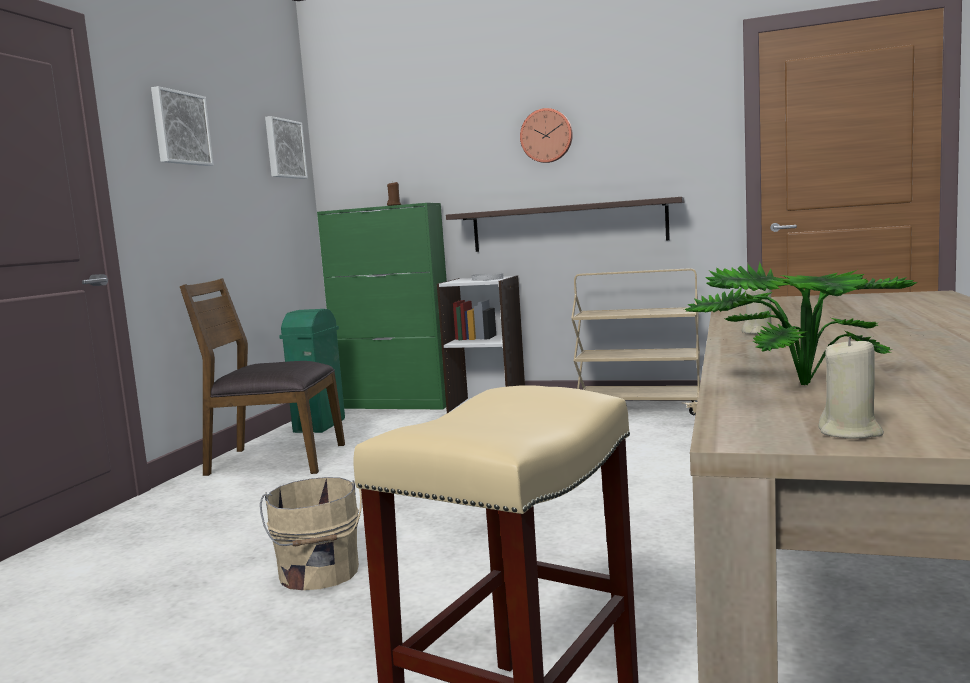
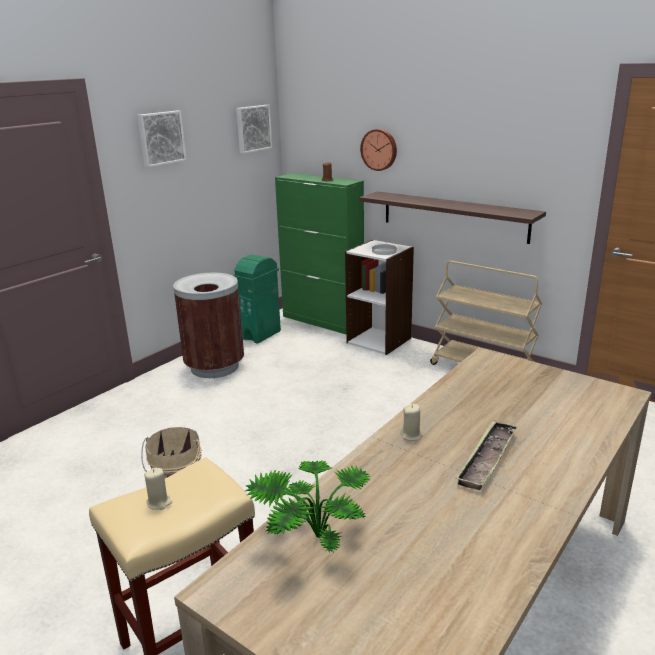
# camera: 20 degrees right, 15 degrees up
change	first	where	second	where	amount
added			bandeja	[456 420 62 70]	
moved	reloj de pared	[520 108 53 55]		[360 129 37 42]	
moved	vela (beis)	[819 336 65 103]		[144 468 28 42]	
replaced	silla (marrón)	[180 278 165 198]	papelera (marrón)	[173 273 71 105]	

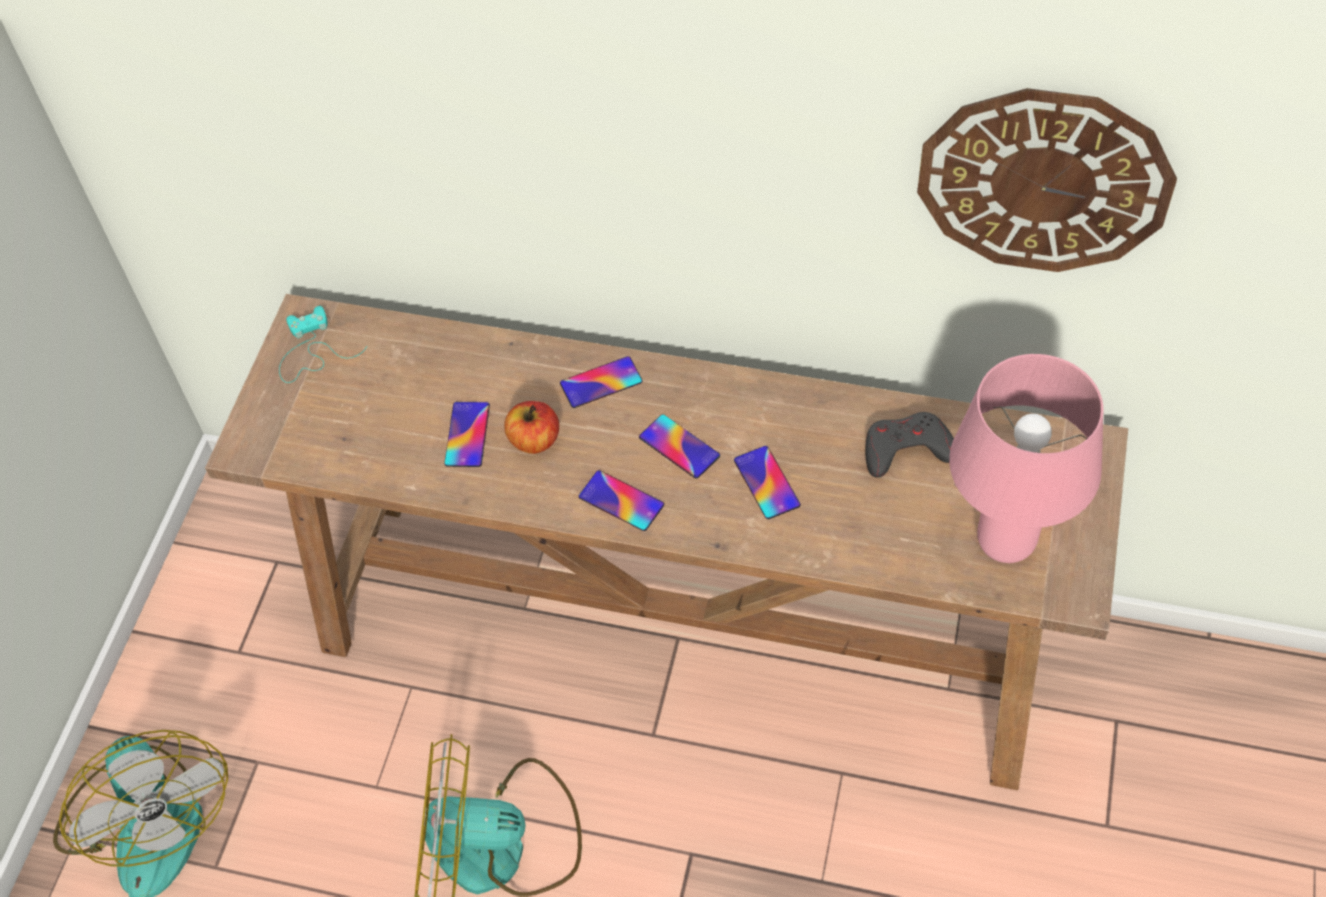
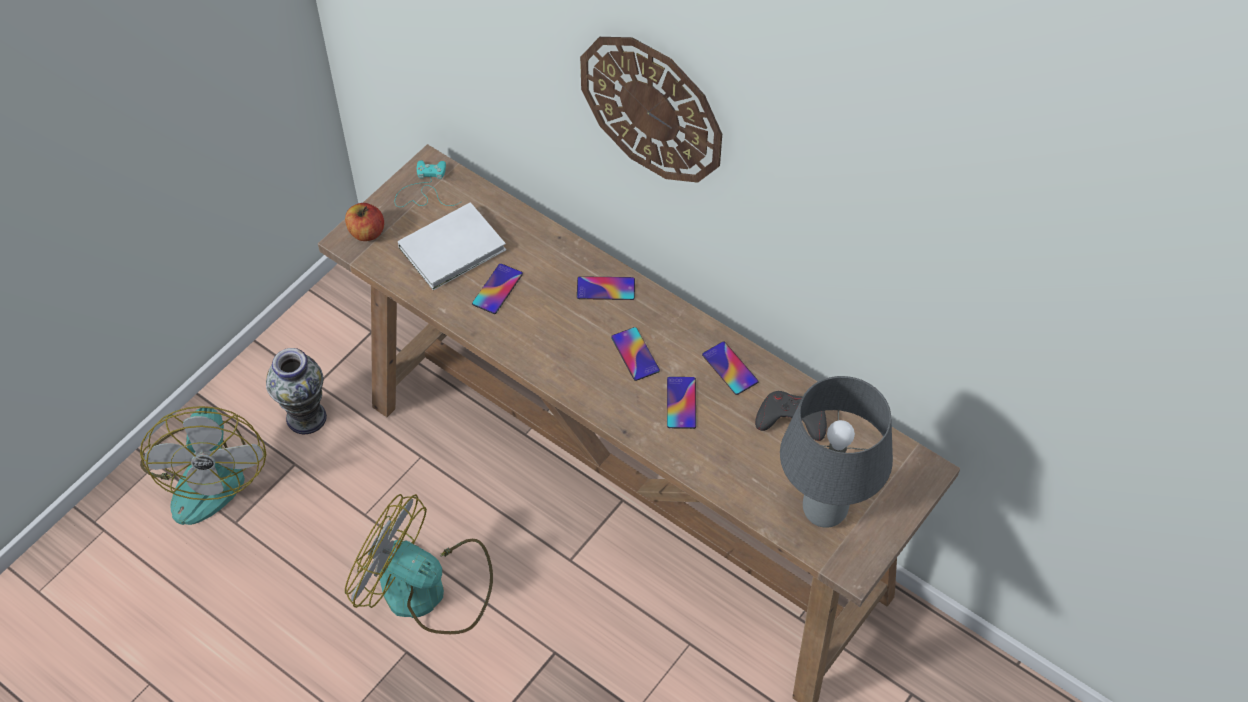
# camera: 20 degrees right, 0 degrees up
change	first	where	second	where	amount
added			florero	[266 348 61 86]	
added			libro (blanco)	[398 202 108 88]	
moved	manzana	[504 401 55 53]		[345 203 39 38]	
moved	móvil	[579 470 85 61]		[702 342 57 53]	
moved	reloj de pared	[917 88 260 184]		[580 37 142 146]	
recoloured	lámpara de mesa (rosa)	[949 354 155 209]	lámpara de mesa (gris)	[780 376 113 152]	

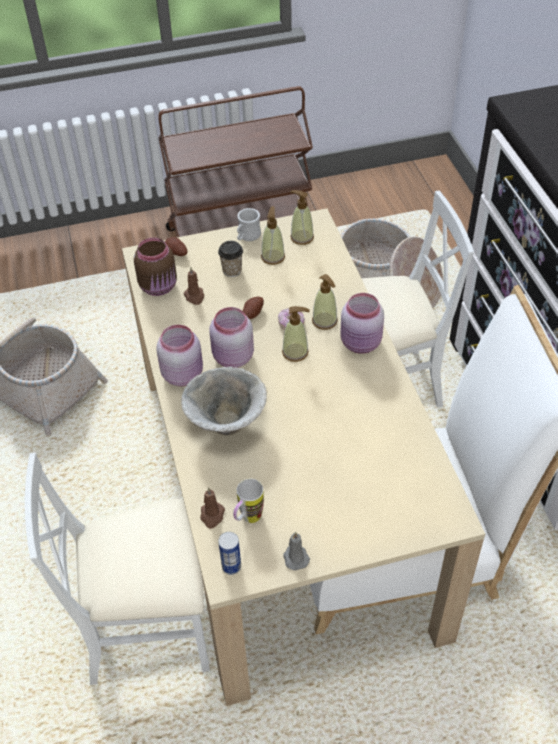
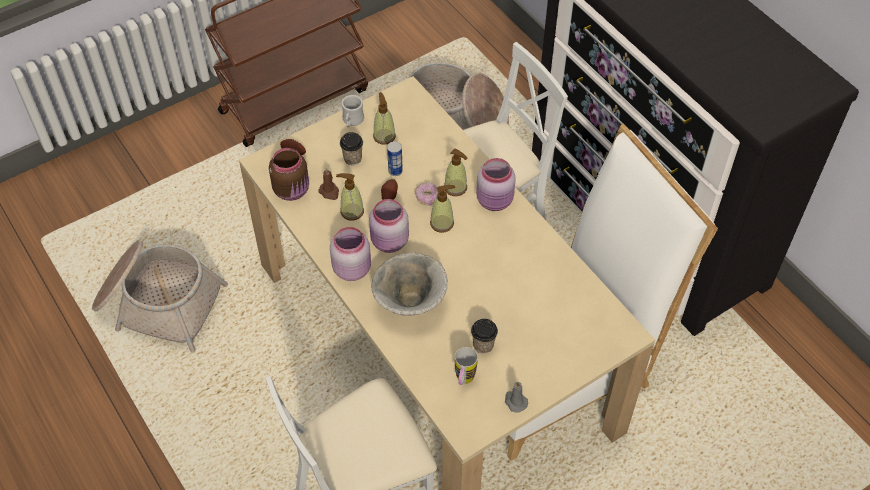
# camera: 20 degrees left, 5 degrees up
change	first	where	second	where	amount
removed	vela (marrón)	[201 488 24 41]			
added			taza	[471 319 27 35]	
moved	lata	[218 532 23 43]		[387 141 16 35]	
moved	dispensador de jabón	[290 190 24 55]		[336 173 28 48]	

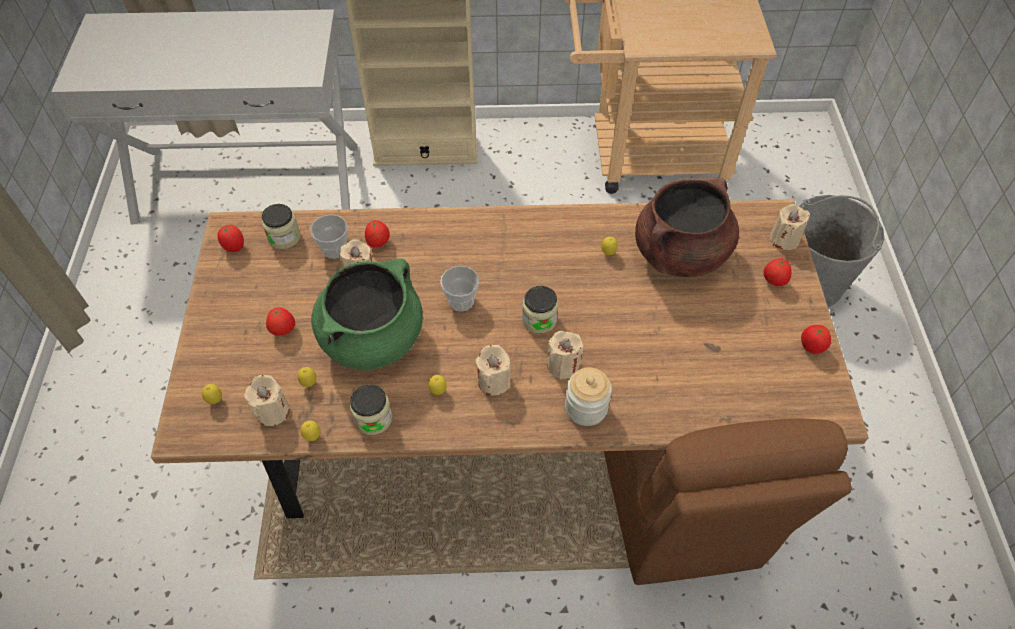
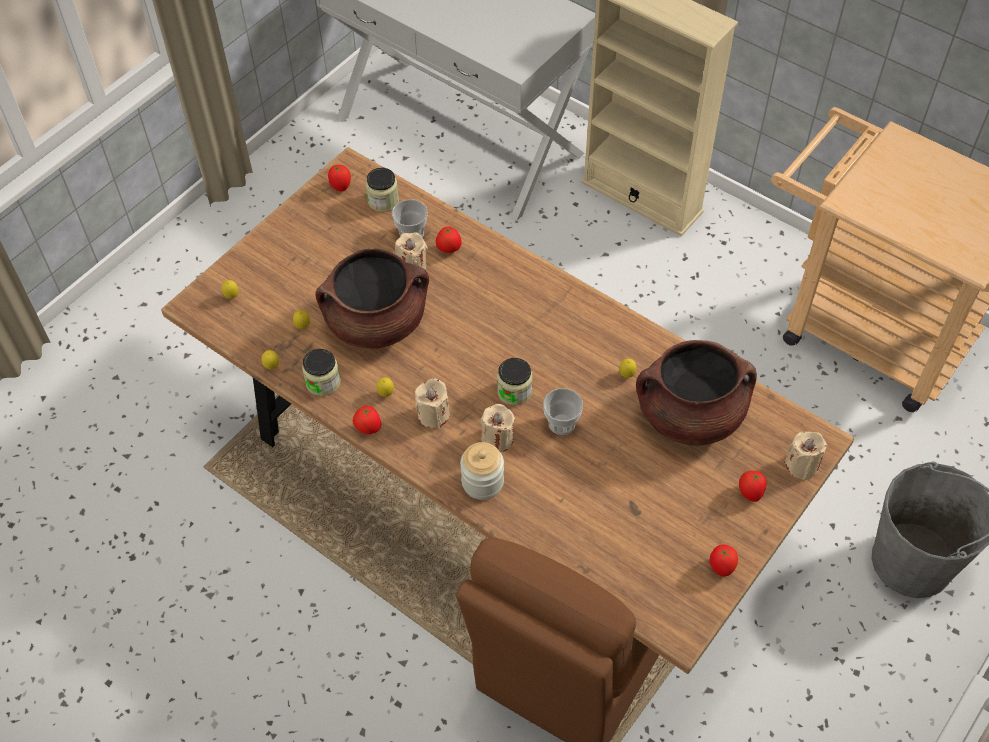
# camera: 40 degrees right, 0 degrees up
change	first	where	second	where	amount
removed	vela (beis)	[244 375 46 51]			
moved	tomate	[266 307 29 29]		[353 406 28 28]	
moved	taza	[440 266 39 46]		[543 388 40 47]	
recoloured	olla (verde)	[311 259 112 111]	olla (marrón)	[316 248 113 101]	

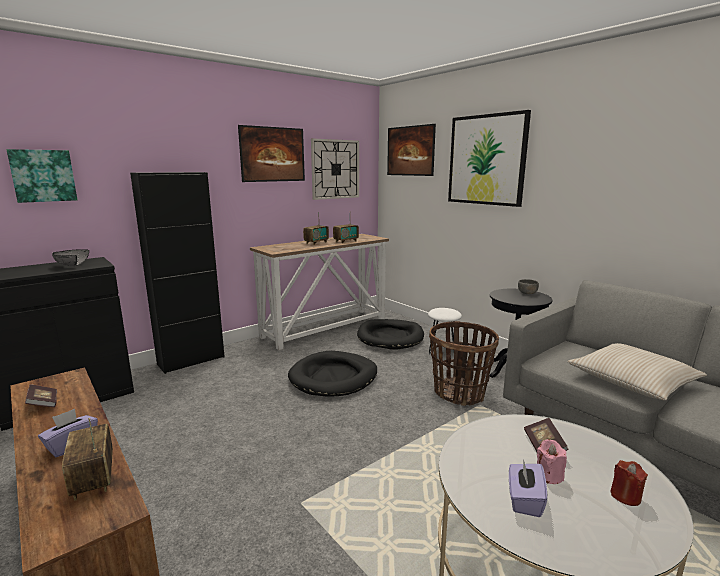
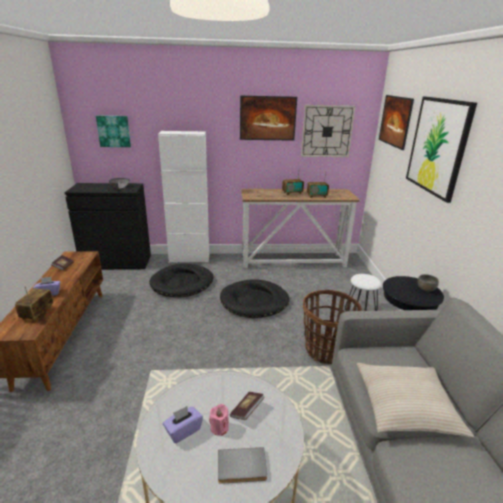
# camera: 35 degrees right, 10 degrees up
change	first	where	second	where	amount
moved	cama para perro (negro)	[357 319 67 31]		[149 263 65 34]	
replaced	vela (rojo)	[611 460 37 46]	libro (gris)	[218 447 49 37]	
recoloured	armario (negro)	[130 172 95 202]	armario (blanco)	[158 131 51 132]	

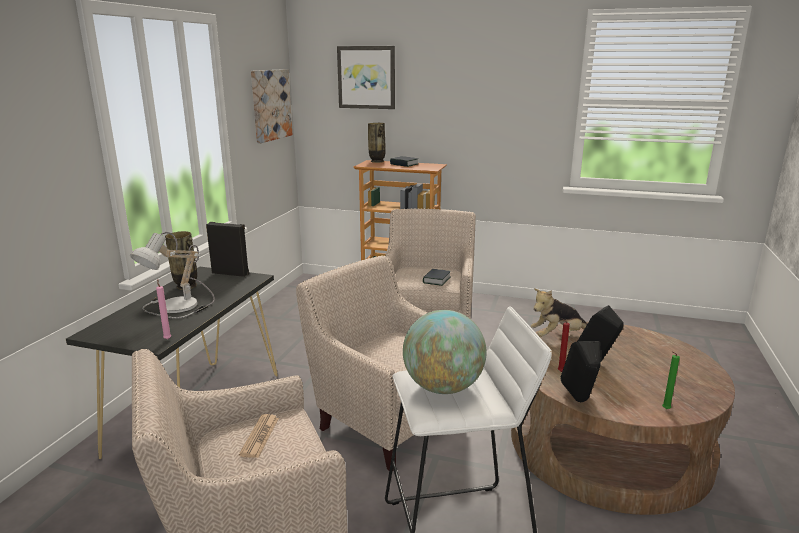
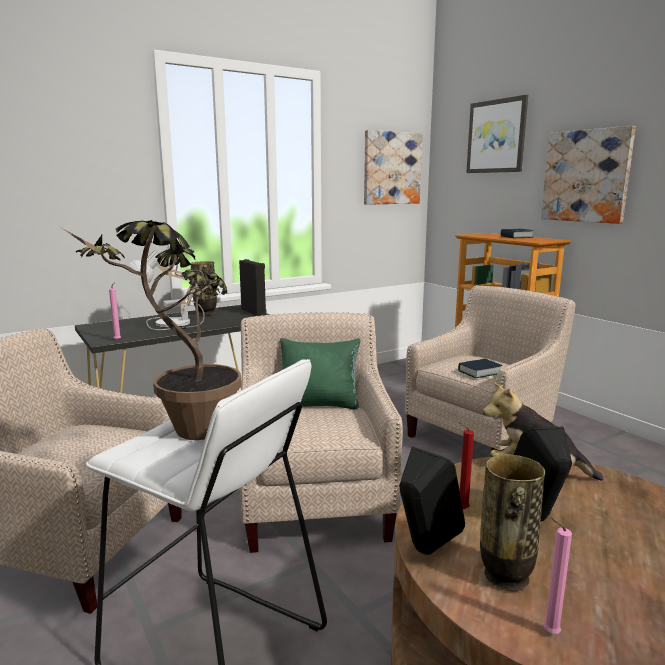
# camera: 40 degrees right, 5 degrees down
change	first	where	second	where	amount
removed	periódico	[239 414 40 44]			
added			cojín (verde)	[280 338 81 71]	
added			cuadro	[541 126 95 98]	
moved	florero	[368 123 18 40]		[480 454 65 138]	
replaced	globo terráqueo	[403 310 83 84]	planta en maceta	[62 220 180 220]	
recoloured	vela (verde)	[662 352 18 57]	vela (rosa)	[544 517 28 117]	

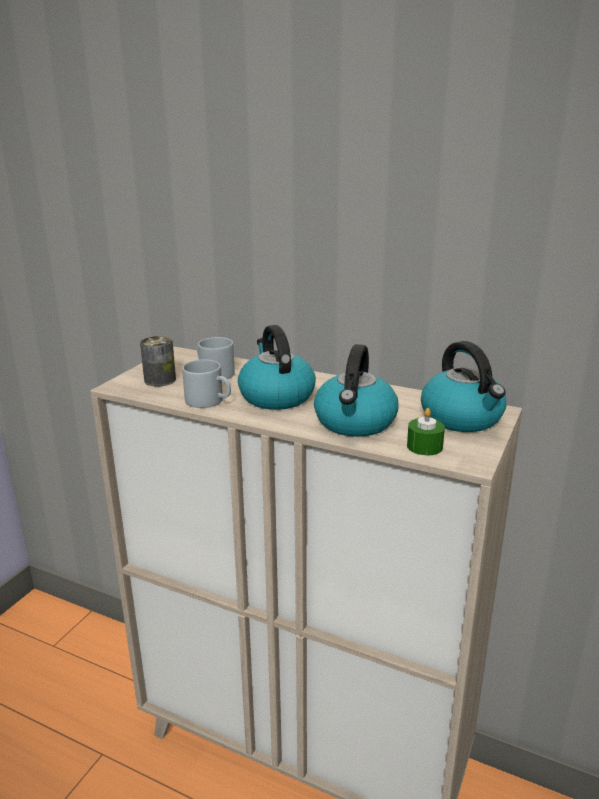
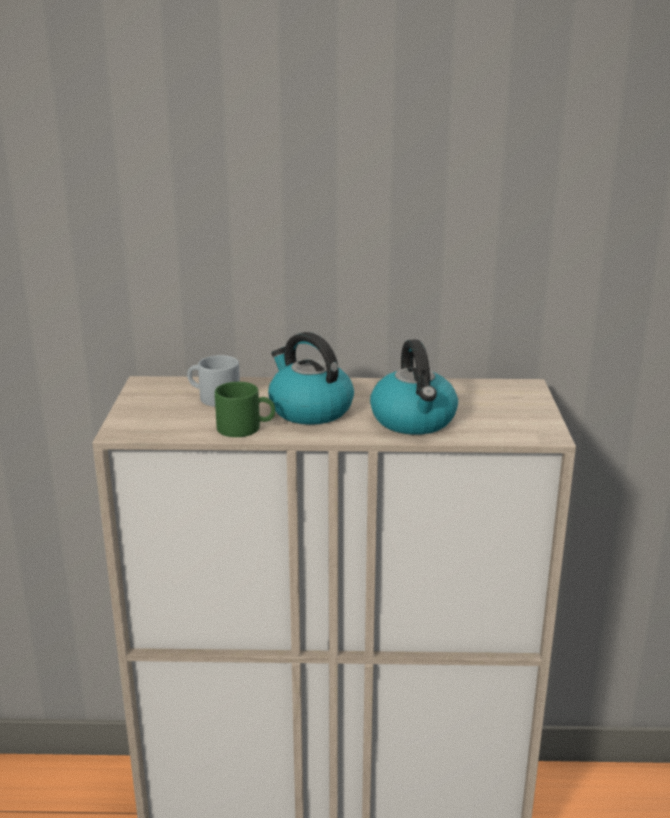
# camera: 25 degrees left, 0 degrees up
change	first	where	second	where	amount
removed	lata	[140 336 36 51]			
removed	vela (verde)	[407 408 38 47]			
removed	hervidor	[421 341 86 91]			
recoloured	taza grande (gris)	[182 359 49 49]	taza grande (verde)	[215 382 60 55]	

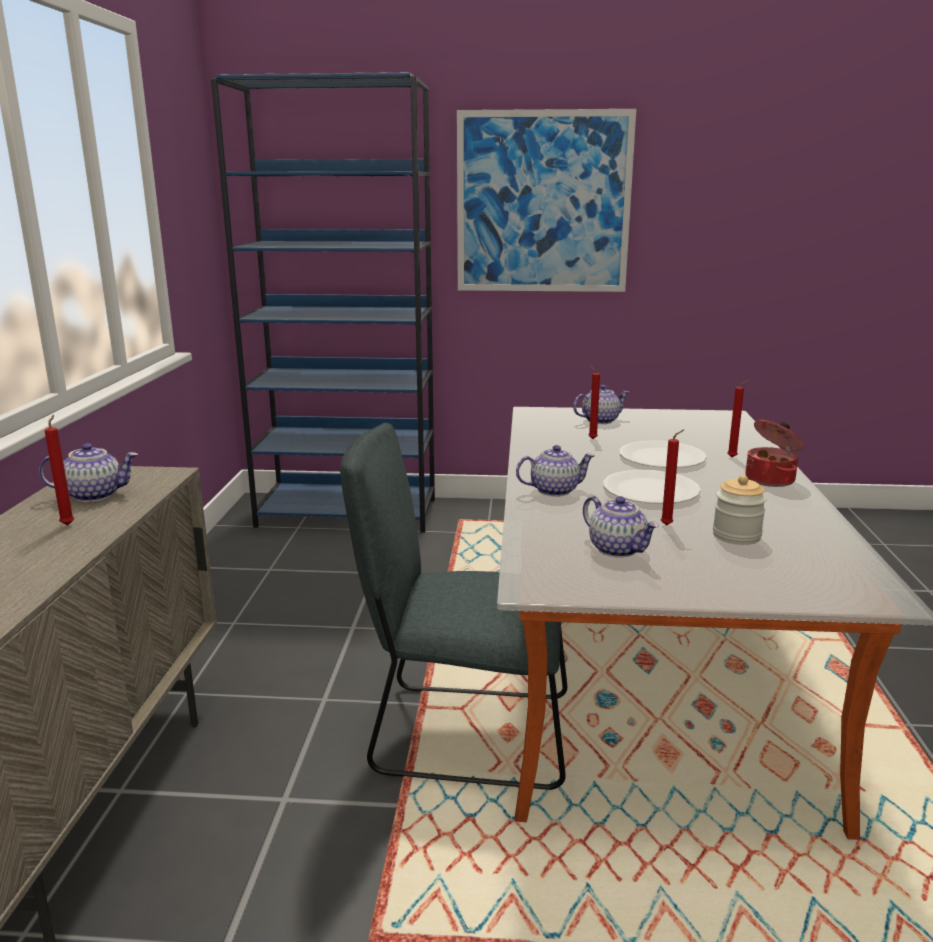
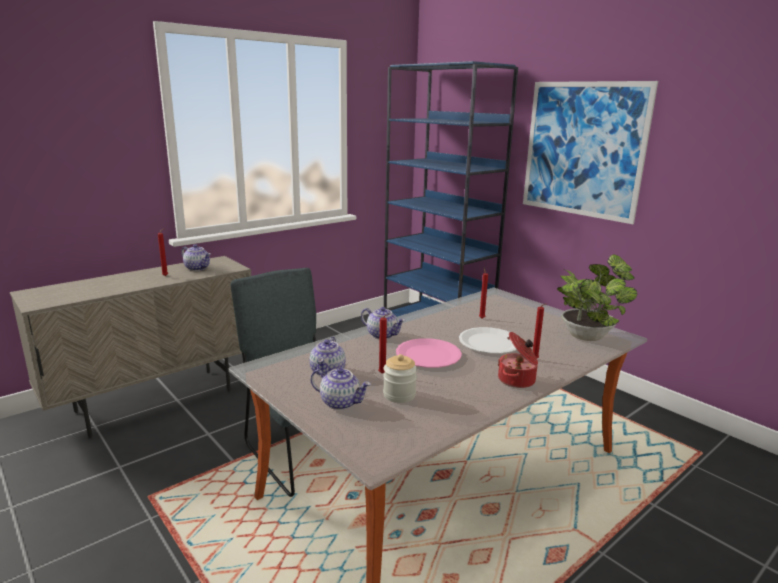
# camera: 45 degrees right, 0 degrees up
change	first	where	second	where	amount
added			planta en maceta	[557 254 80 87]	
moved	tetera	[573 385 56 39]		[310 368 61 42]	
recoloured	plato (blanco)	[603 470 98 34]	plato (rosa)	[396 338 66 30]	

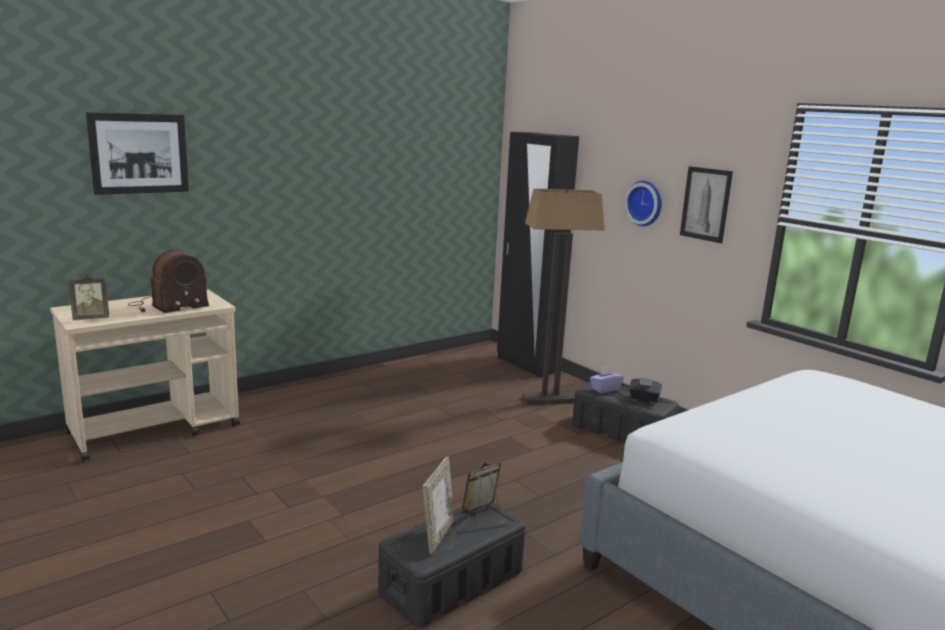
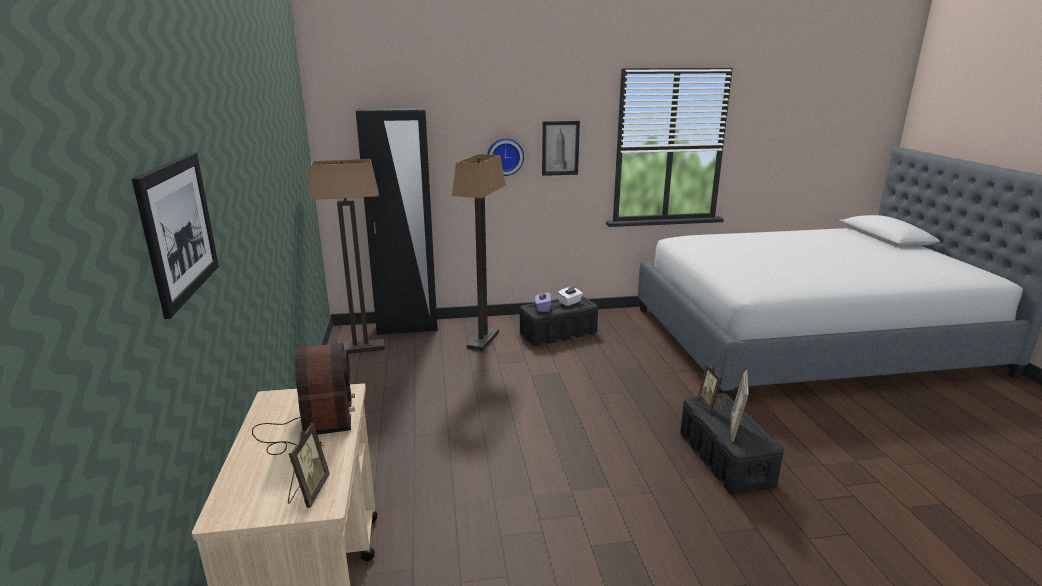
# camera: 60 degrees left, 5 degrees up
change	first	where	second	where	amount
added			lámpara de pie	[309 159 76 195]	
recoloured	caja de pañuelos (negro)	[629 377 33 27]	caja de pañuelos (blanco)	[558 286 25 20]	
turned	portarretratos	[423 457 31 97]		[731 370 18 72]	120 degrees counterclockwise

